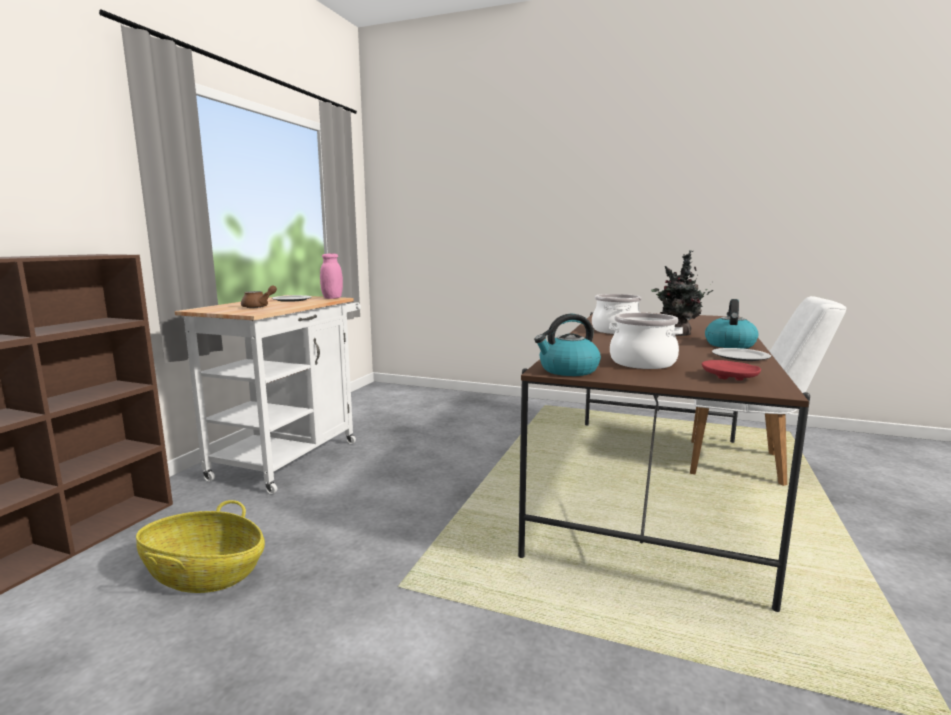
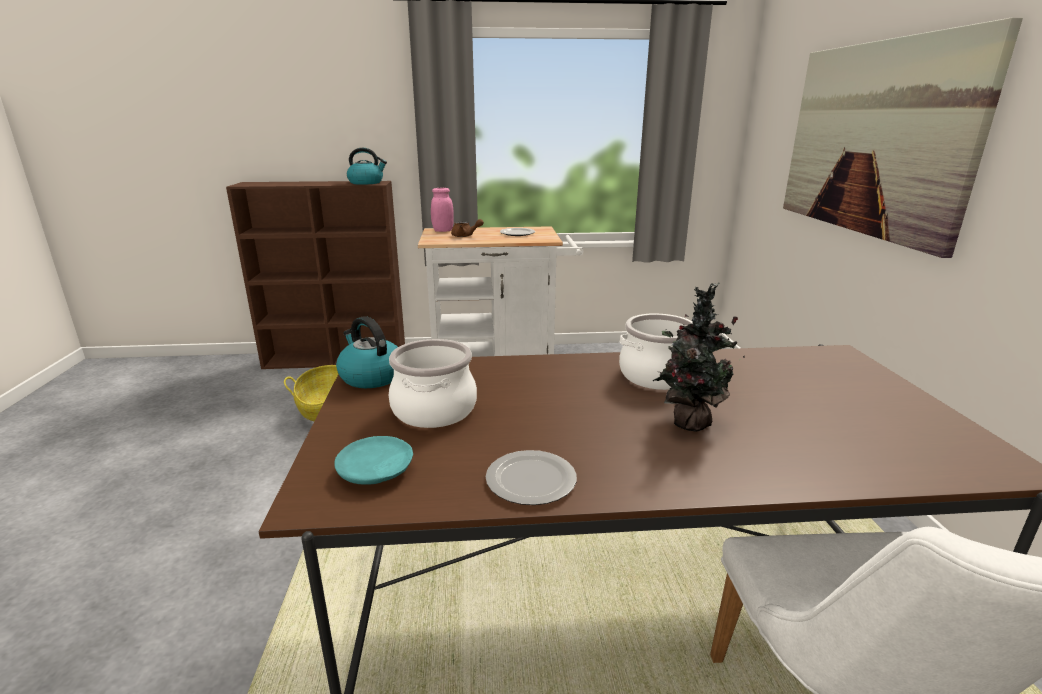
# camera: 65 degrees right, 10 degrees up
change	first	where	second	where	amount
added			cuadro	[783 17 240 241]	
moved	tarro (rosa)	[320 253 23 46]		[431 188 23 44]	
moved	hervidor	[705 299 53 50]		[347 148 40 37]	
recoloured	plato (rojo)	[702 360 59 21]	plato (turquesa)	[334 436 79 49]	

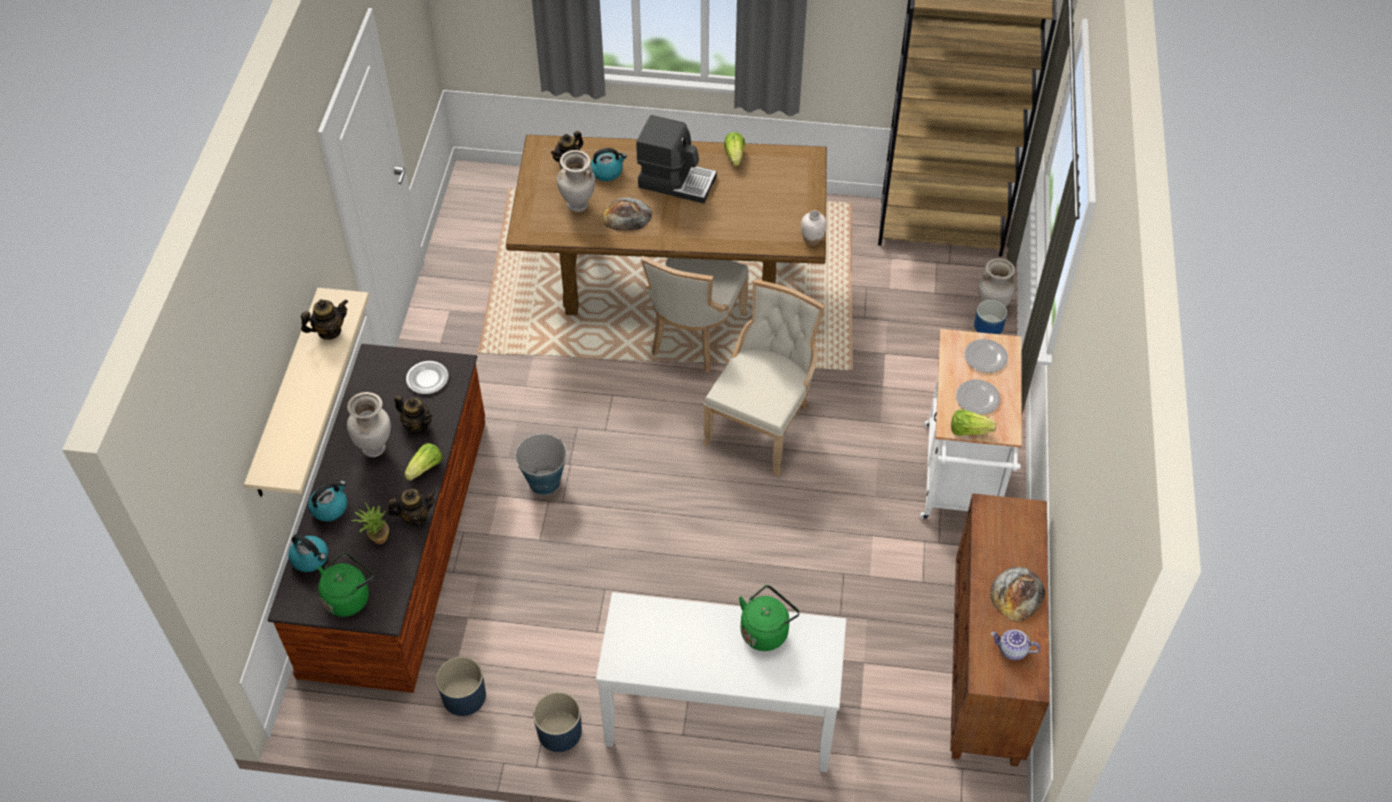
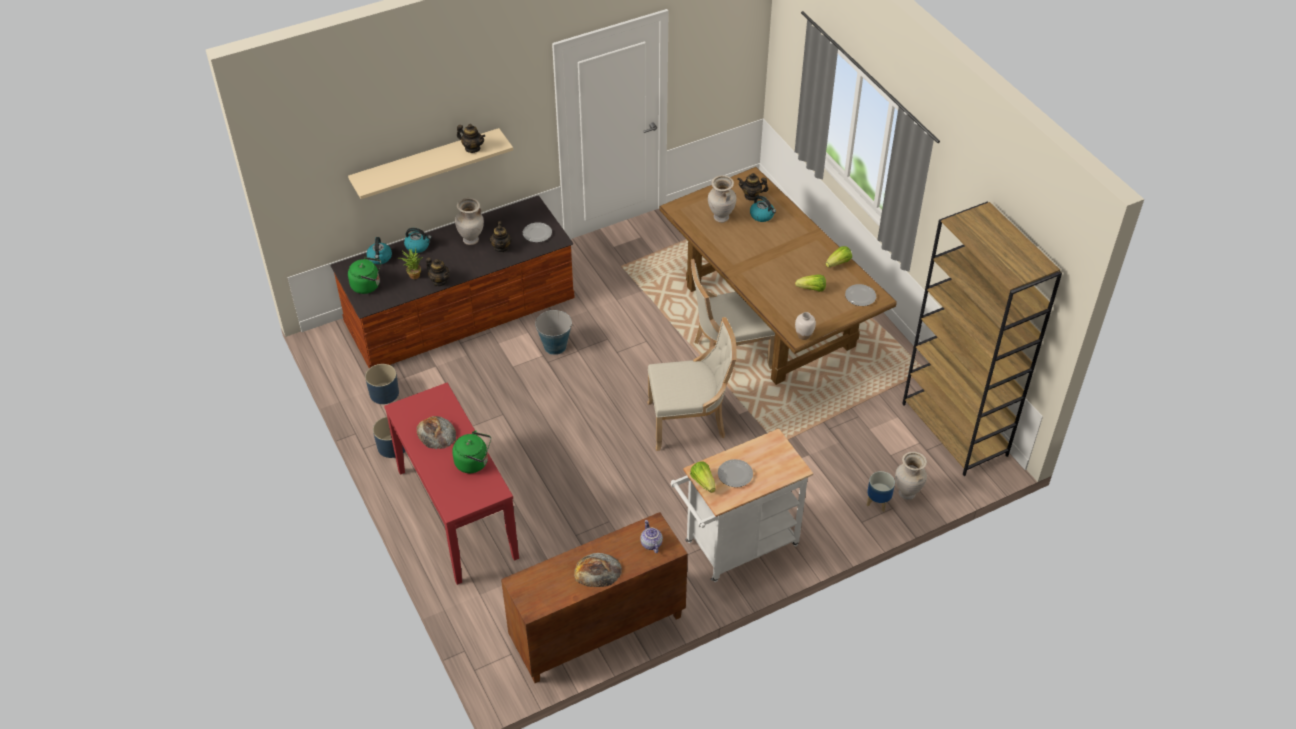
# camera: 55 degrees right, 5 degrees down
change	first	where	second	where	amount
removed	cafetera	[636 115 81 88]			
moved	lechuga	[404 443 39 38]		[795 274 31 18]	
moved	pan	[602 198 51 33]		[417 416 39 33]	
moved	plato	[964 339 44 34]		[845 284 31 22]	
moved	tetera	[991 629 49 31]		[640 520 23 33]	
recoloured	mesa consola (blanco)	[596 592 250 180]	mesa consola (rojo)	[384 383 135 202]	

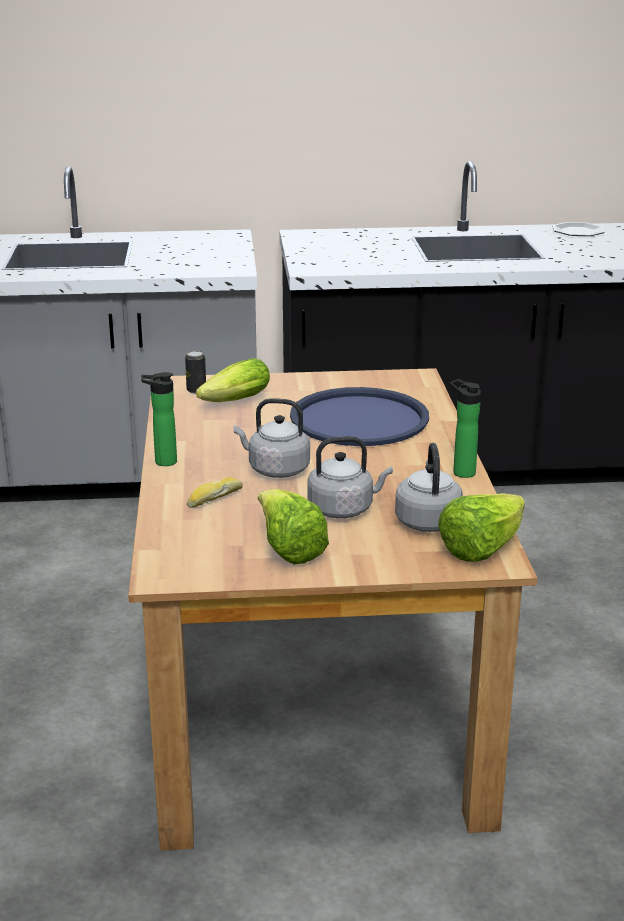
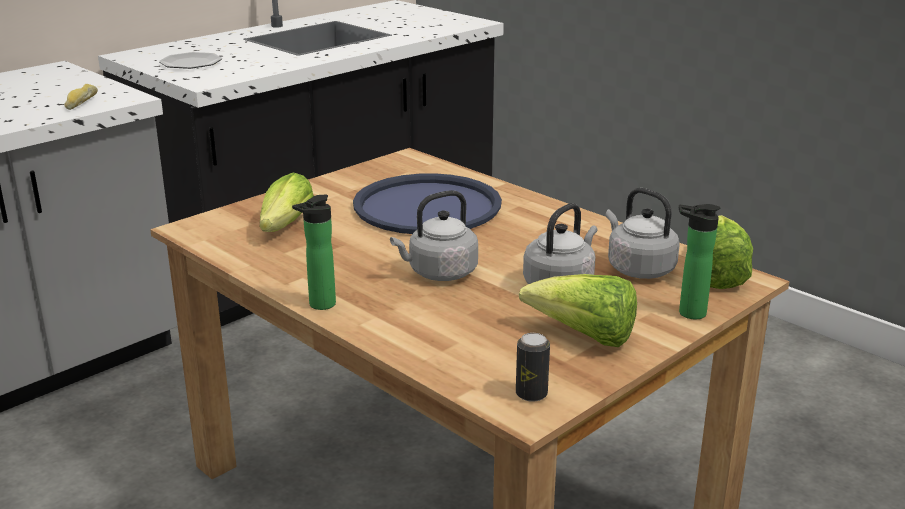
# camera: 40 degrees left, 0 degrees up
change	first	where	second	where	amount
moved	lata	[185 351 21 42]		[516 333 34 69]	
moved	pan	[187 477 56 31]		[65 84 33 26]	
moved	botella	[450 379 31 99]		[679 204 42 115]	
moved	plato	[552 222 53 14]		[159 52 63 17]	

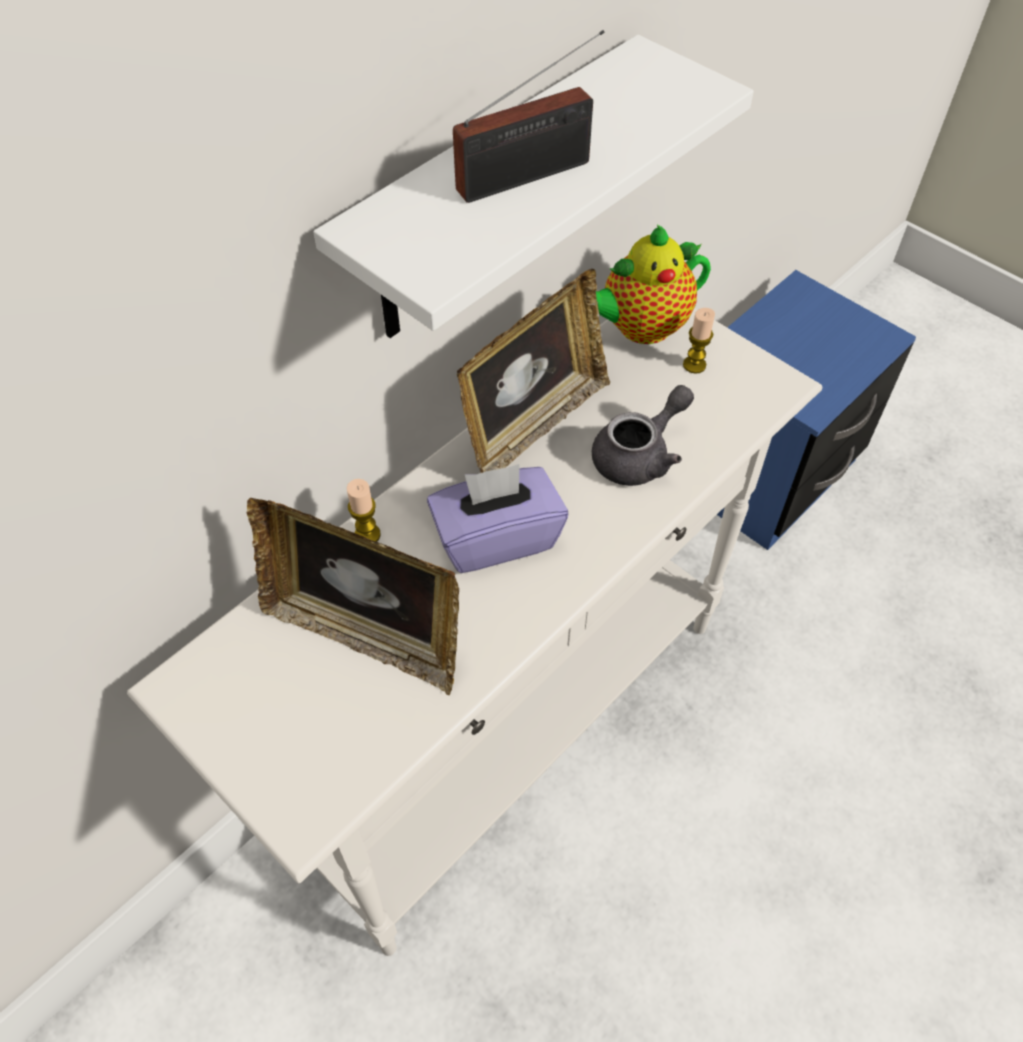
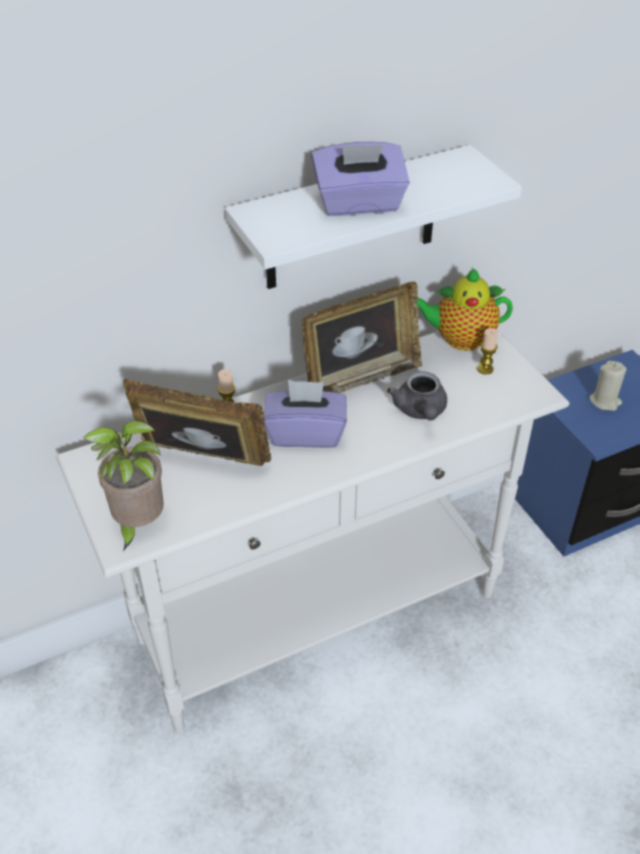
# camera: 20 degrees right, 10 degrees down
change	first	where	second	where	amount
added			planta en maceta	[83 421 81 130]	
added			vela (beis)	[589 361 38 50]	
replaced	radio	[453 30 152 173]	caja de pañuelos (morado)	[311 142 99 74]	
turned	portarretratos	[247 498 212 197]		[123 379 148 87]	150 degrees clockwise
turned	tetera (gris)	[592 385 102 101]		[387 371 60 50]	105 degrees clockwise

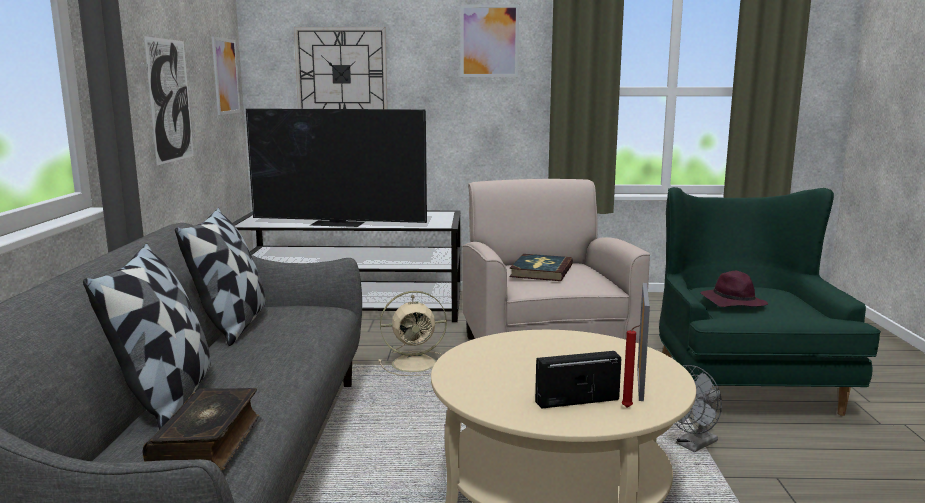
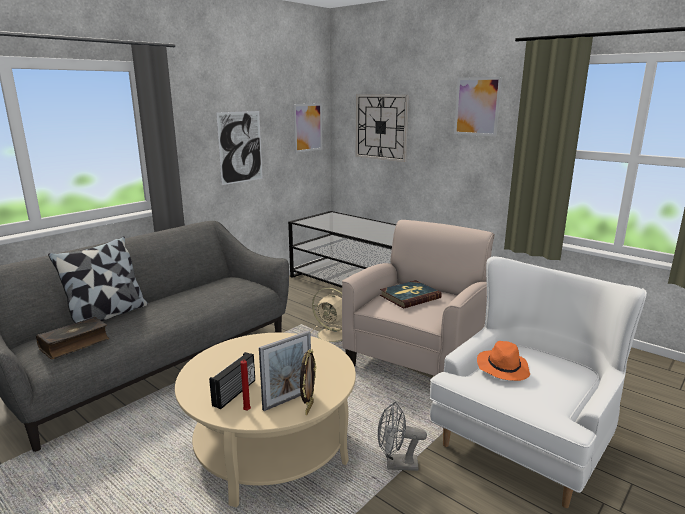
# camera: 40 degrees right, 5 degrees up
change	first	where	second	where	amount
removed	cojín	[175 208 91 138]			
removed	televisor	[246 108 181 119]			
added			portarretratos	[300 349 16 66]	
recoloured	sillón (verde)	[659 187 222 229]	sillón (blanco)	[430 256 217 252]	
recoloured	sombrero (morado)	[701 271 67 36]	sombrero (naranja)	[477 341 53 40]	
turned	radio	[535 351 86 58]		[209 352 46 57]	90 degrees clockwise

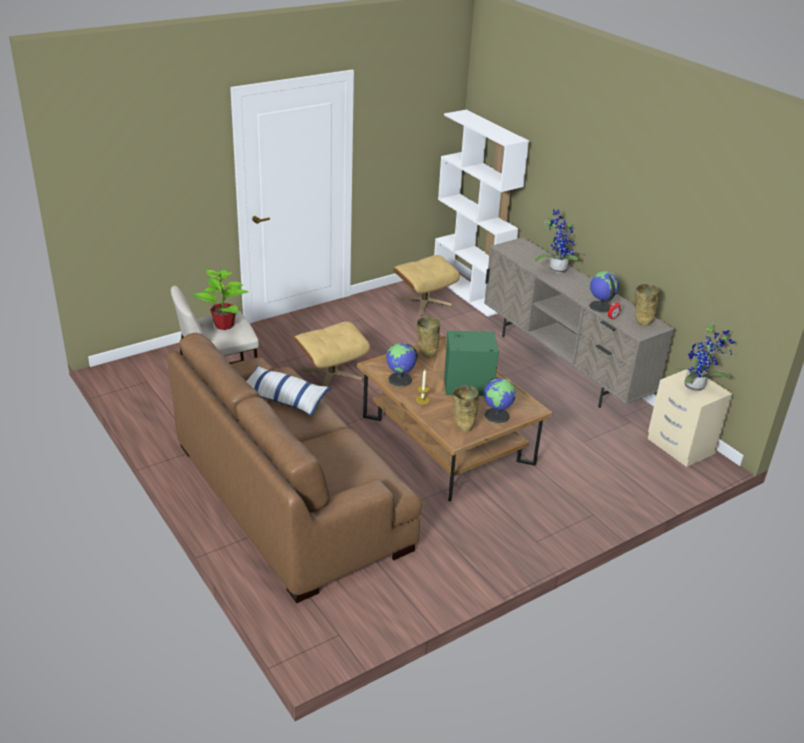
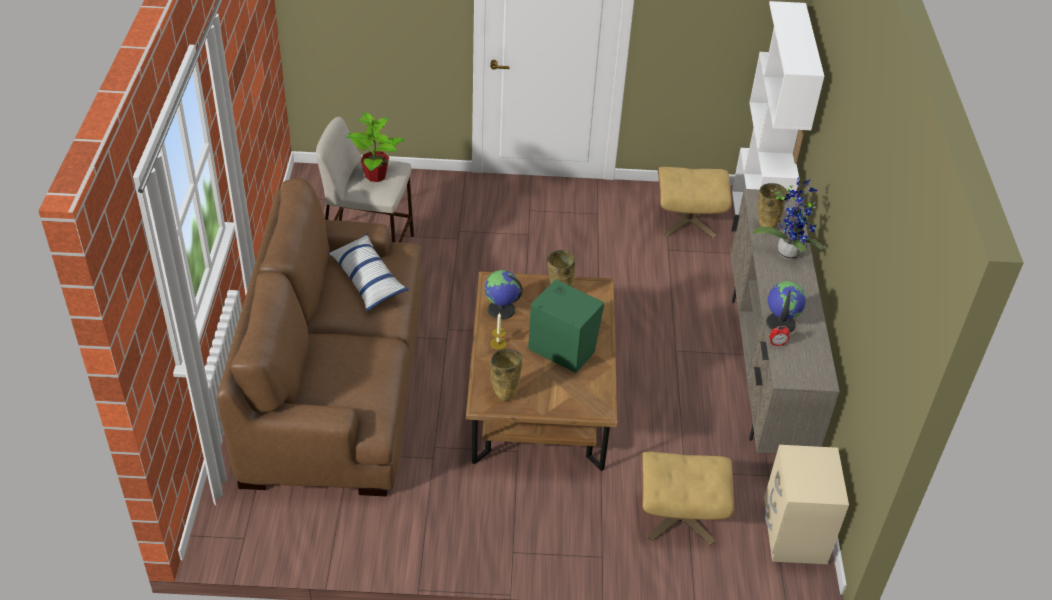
# camera: 35 degrees right, 10 degrees up
change	first	where	second	where	amount
removed	globo terráqueo	[484 377 32 46]			
removed	planta en maceta	[677 321 59 70]			
moved	puf (beis)	[294 321 76 66]		[641 452 93 94]	
moved	florero (beis)	[635 284 25 42]		[758 183 29 46]	

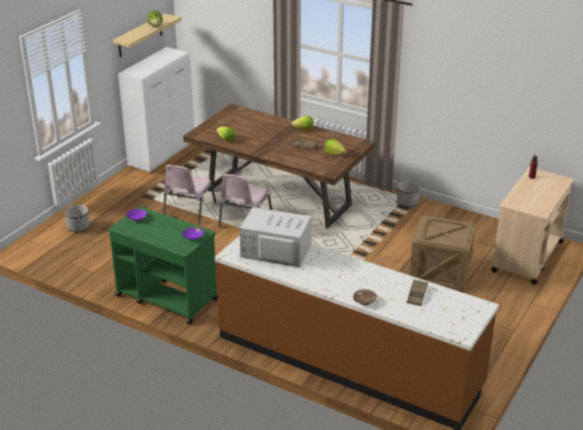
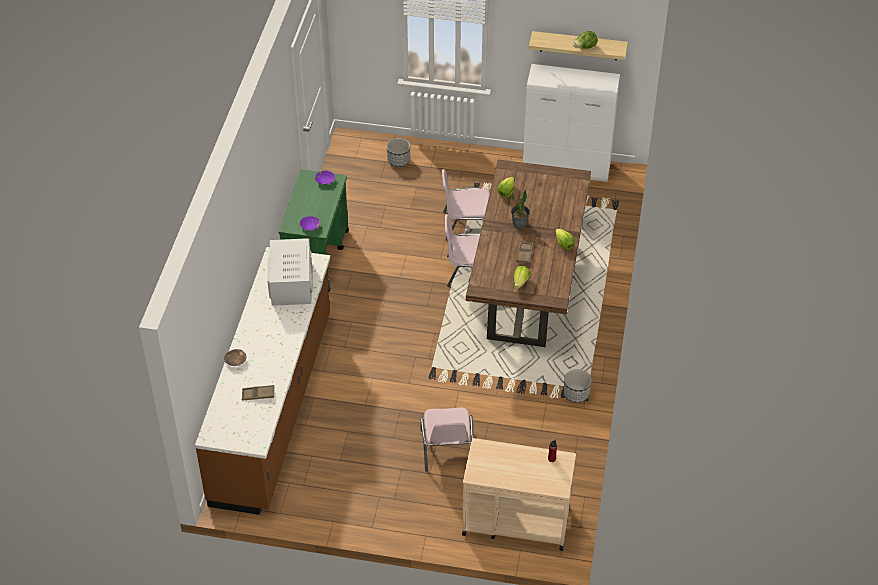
# camera: 70 degrees right, 15 degrees up
change	first	where	second	where	amount
added			planta en maceta	[511 189 19 40]	
replaced	caja de embalaje	[410 216 66 75]	silla (rosa)	[420 408 54 64]	

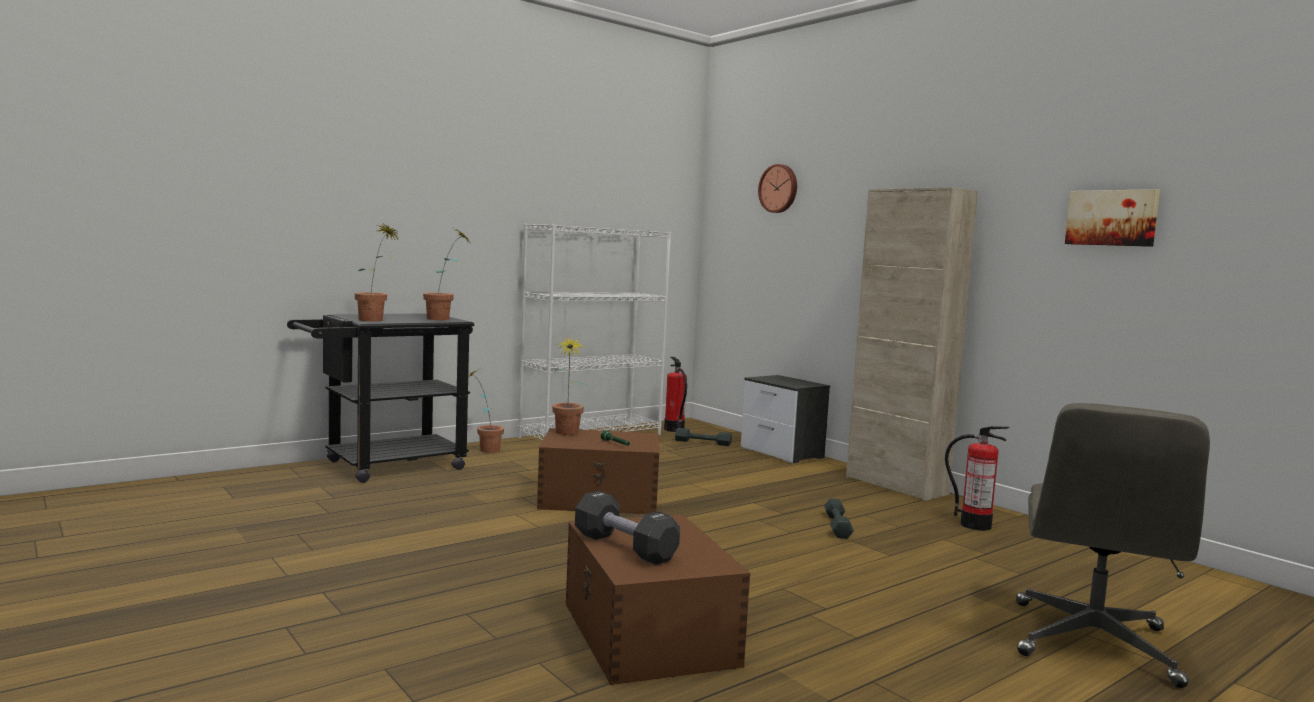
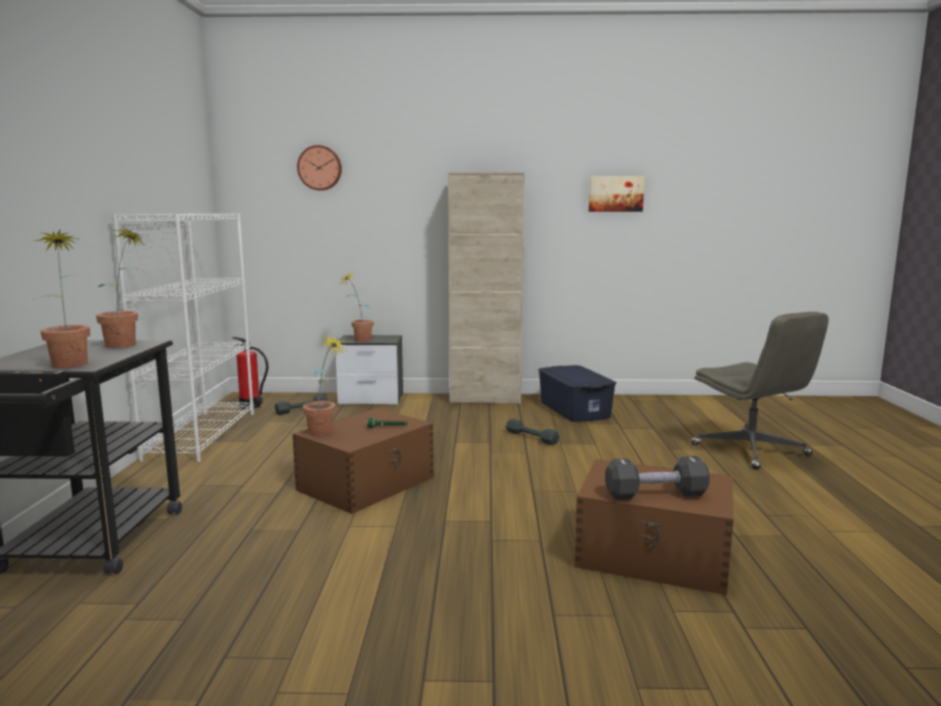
# camera: 50 degrees left, 5 degrees up
change	first	where	second	where	amount
moved	planta en maceta	[468 369 36 84]		[340 273 34 69]	
replaced	extintor	[945 426 64 105]	caja de almacenaje (azul)	[538 365 78 57]	

